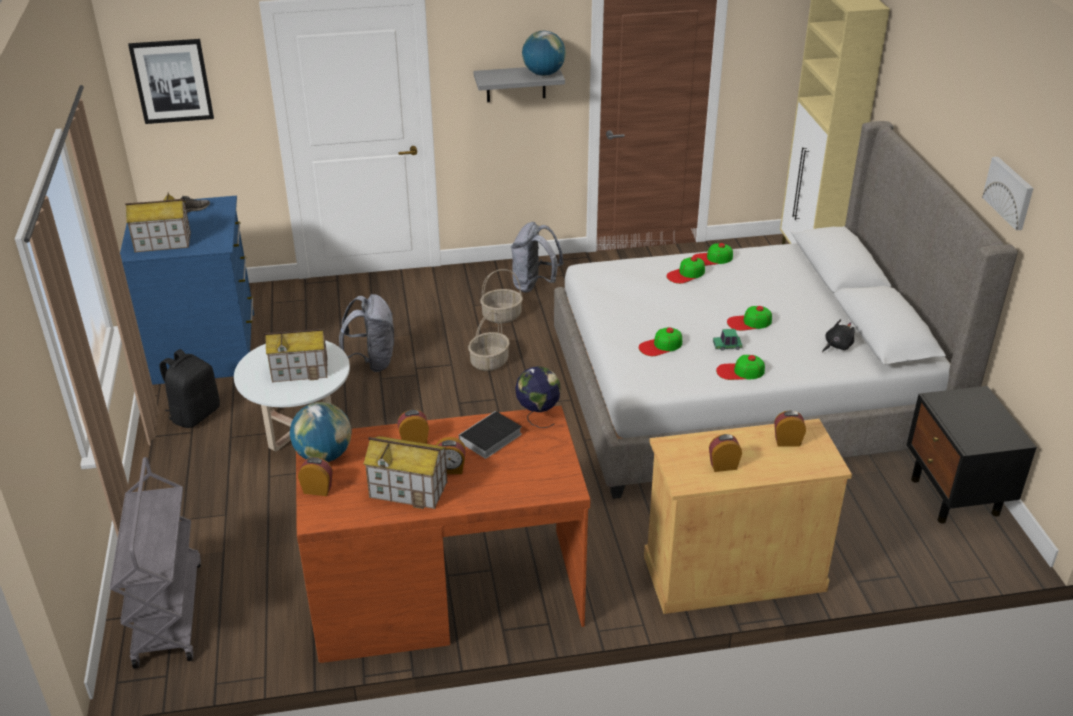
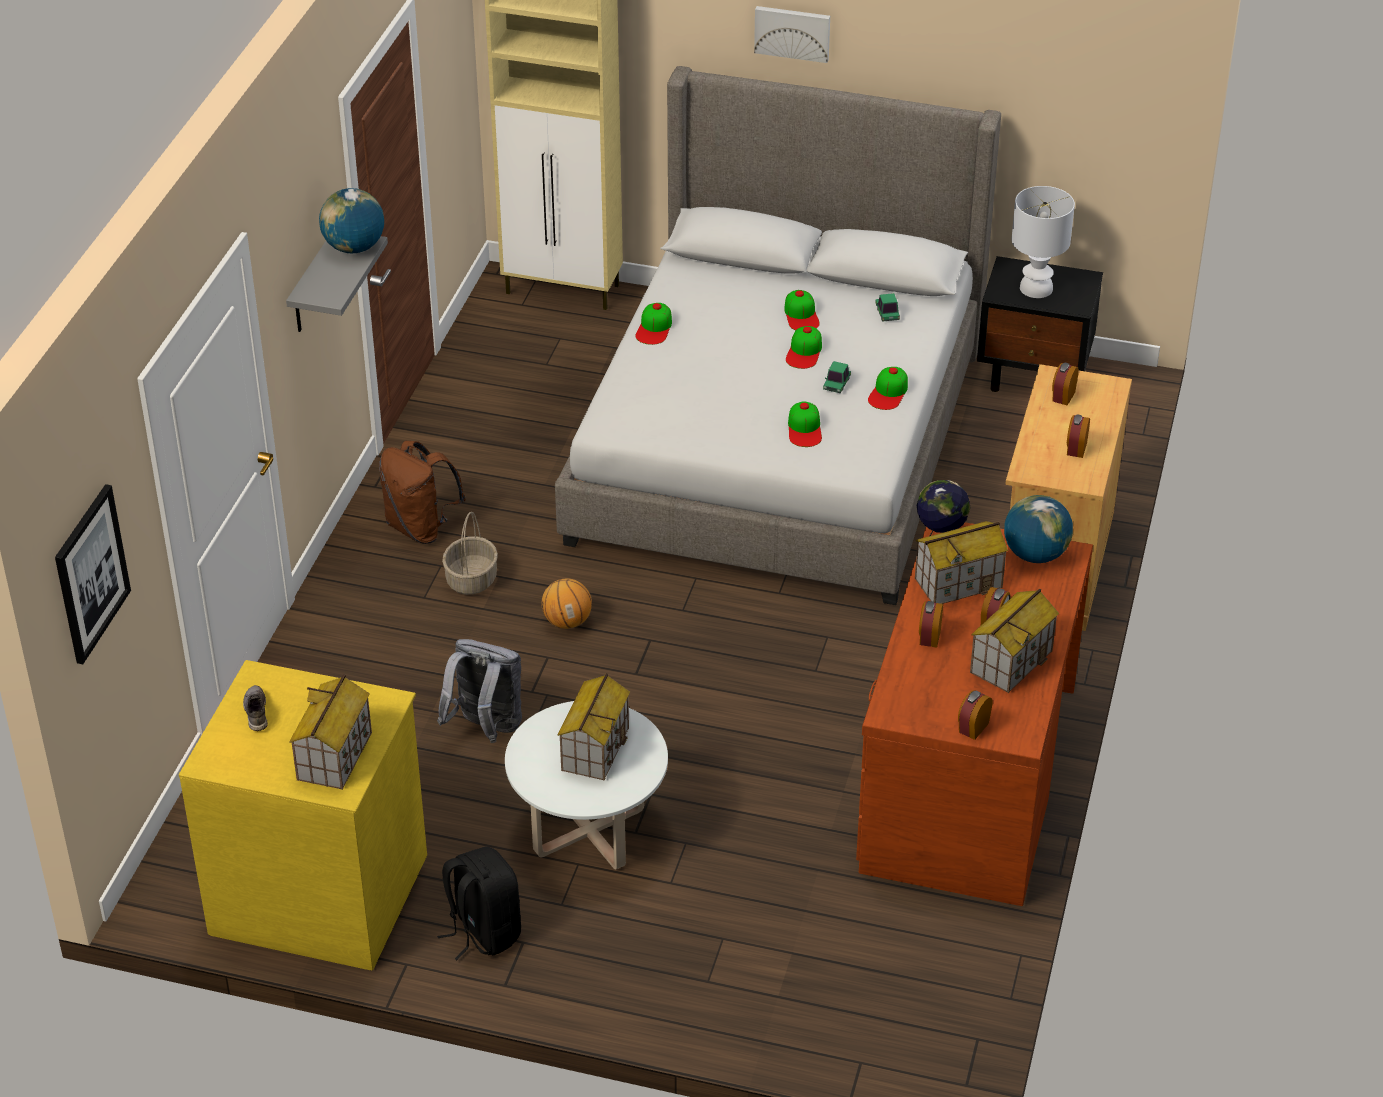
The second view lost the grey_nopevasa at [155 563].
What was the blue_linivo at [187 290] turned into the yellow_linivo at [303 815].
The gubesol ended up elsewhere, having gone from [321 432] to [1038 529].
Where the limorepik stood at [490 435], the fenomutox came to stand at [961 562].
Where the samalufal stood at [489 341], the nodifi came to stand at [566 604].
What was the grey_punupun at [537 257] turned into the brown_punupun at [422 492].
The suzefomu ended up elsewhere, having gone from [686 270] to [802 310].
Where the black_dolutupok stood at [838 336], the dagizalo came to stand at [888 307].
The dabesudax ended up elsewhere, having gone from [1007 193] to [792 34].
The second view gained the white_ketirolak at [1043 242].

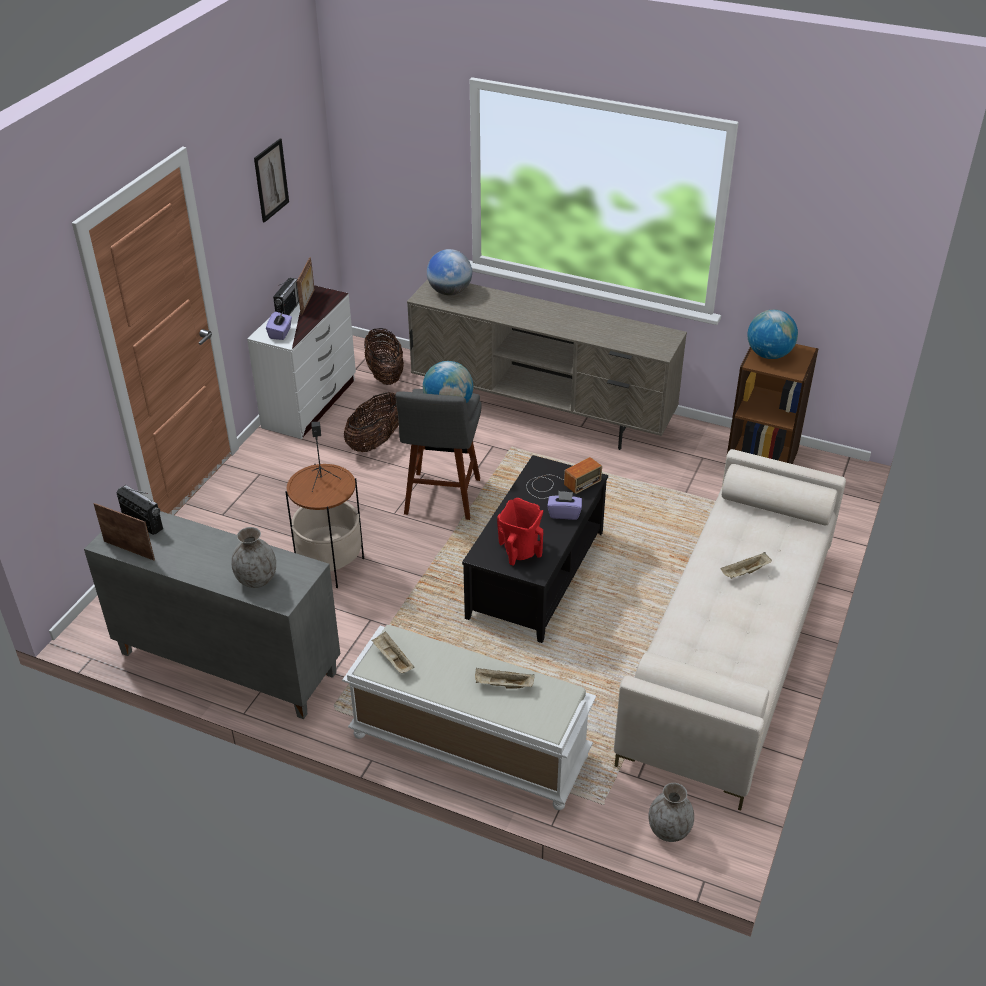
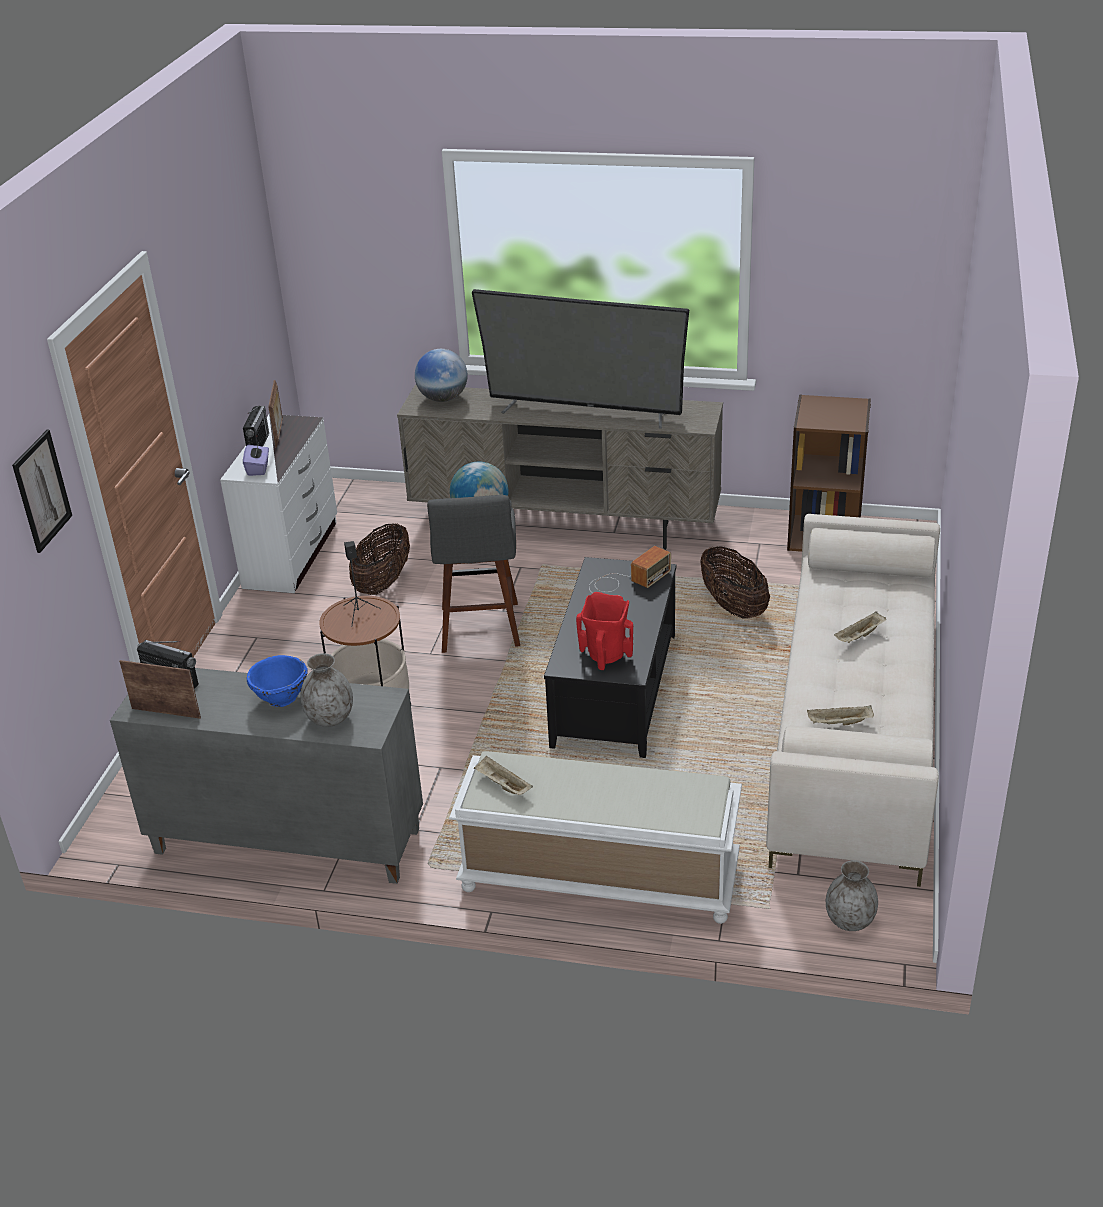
The dabesudax ended up elsewhere, having gone from [271 181] to [42 491].
The samalufal ended up elsewhere, having gone from [384 356] to [735 583].
The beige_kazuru ended up elsewhere, having gone from [504 678] to [840 715].
The second view lost the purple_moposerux at [564 505].
The second view lost the gubesol at [772 334].
The second view gained the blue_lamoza at [277 681].
The second view gained the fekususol at [580 359].

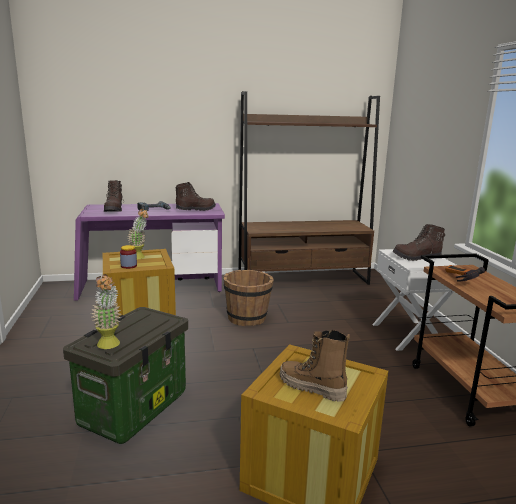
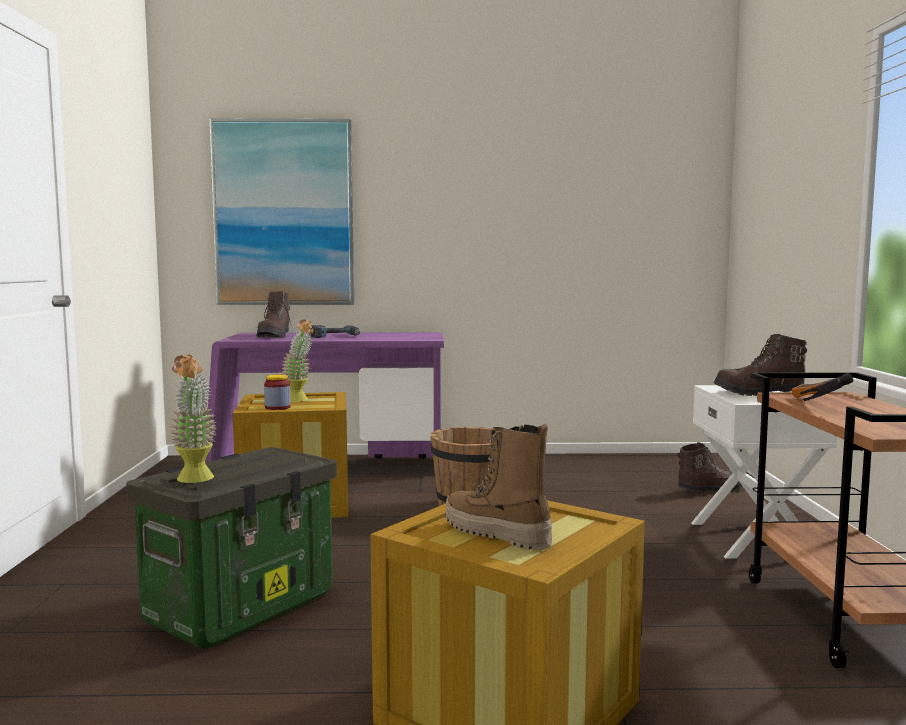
The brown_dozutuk ended up elsewhere, having gone from [195 196] to [709 467].
The second view lost the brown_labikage at [309 188].
The second view gained the dabesudax at [281 211].

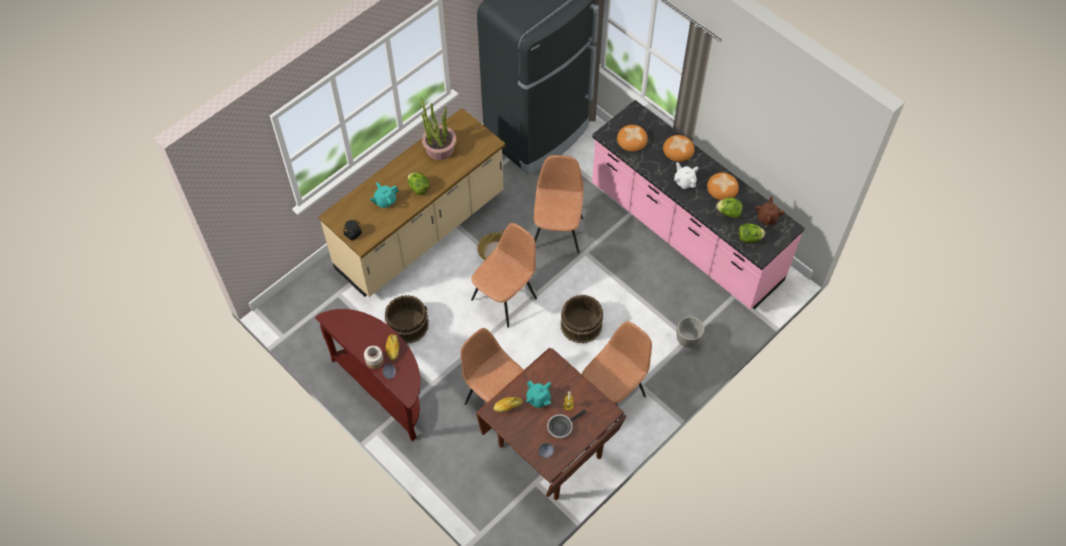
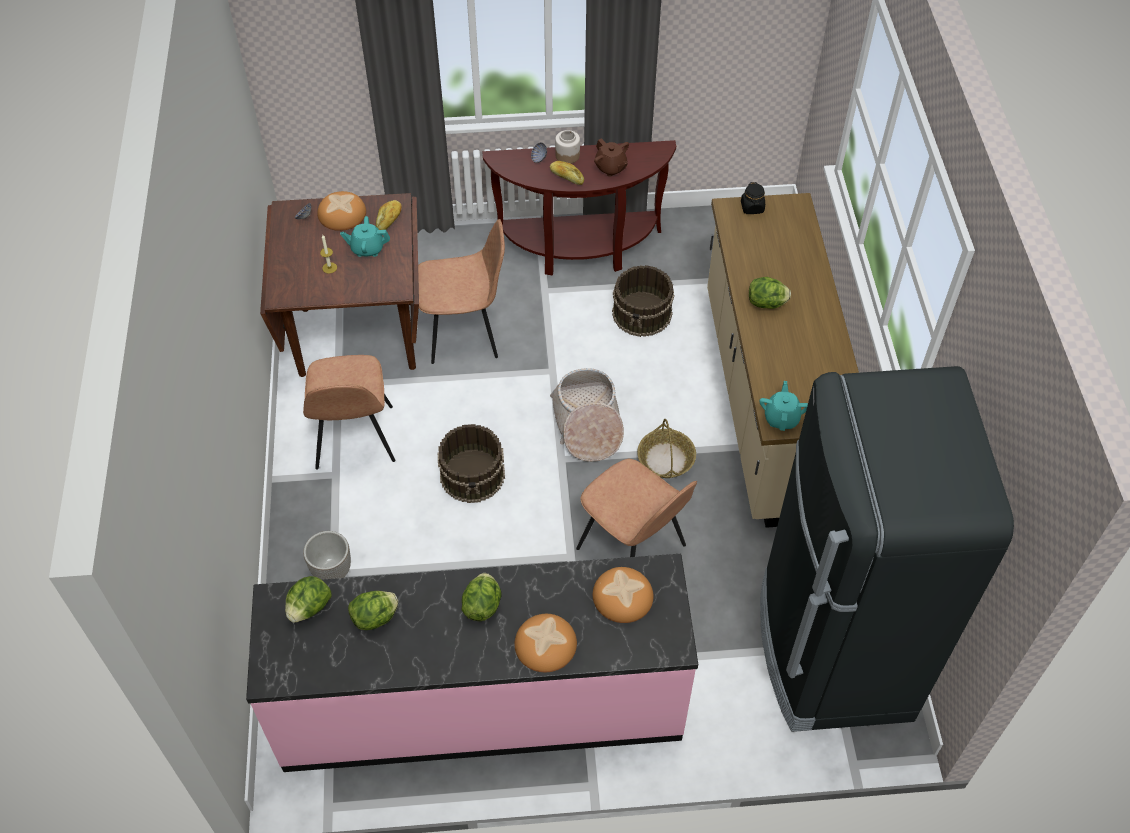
The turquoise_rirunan ended up elsewhere, having gone from [384 195] to [783 406].
The second view lost the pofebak at [438 128].
Where the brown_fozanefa stood at [504 275], the samalufal came to stand at [587 415].
The second view lost the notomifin at [567 424].
Where the white_rirunan stood at [686 175], the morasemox came to stand at [482 597].
The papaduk ended up elsewhere, having gone from [723 186] to [341 211].
The brown_rirunan ended up elsewhere, having gone from [770 211] to [611 157].

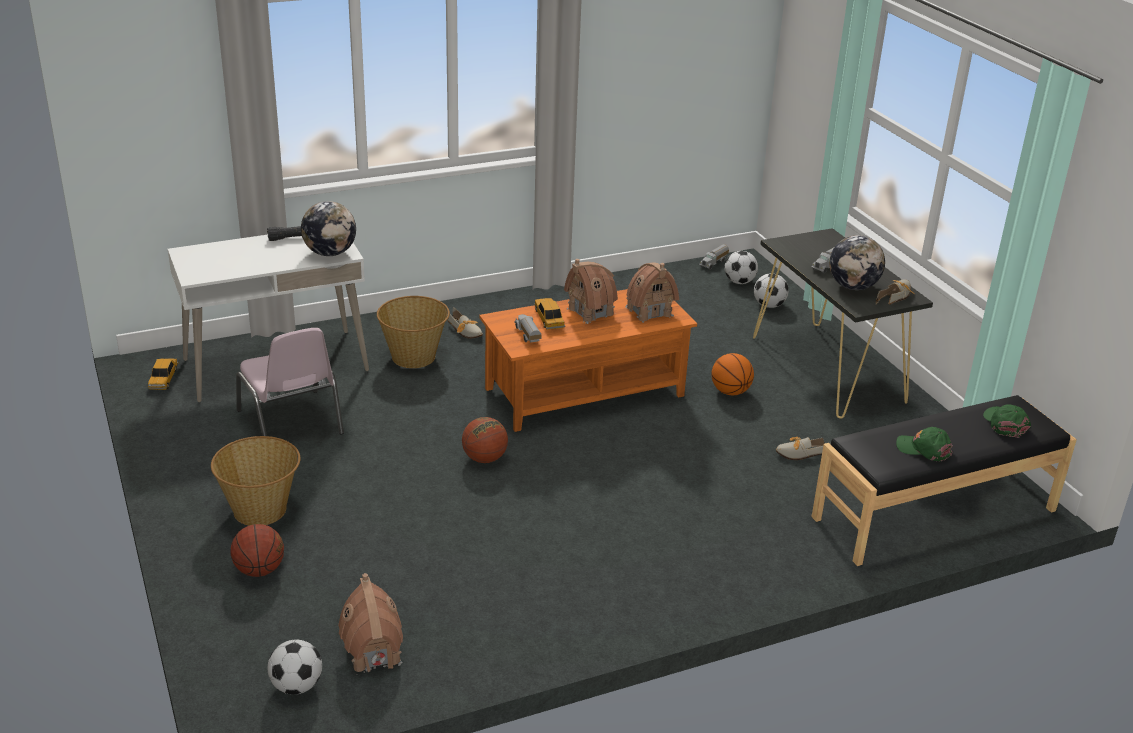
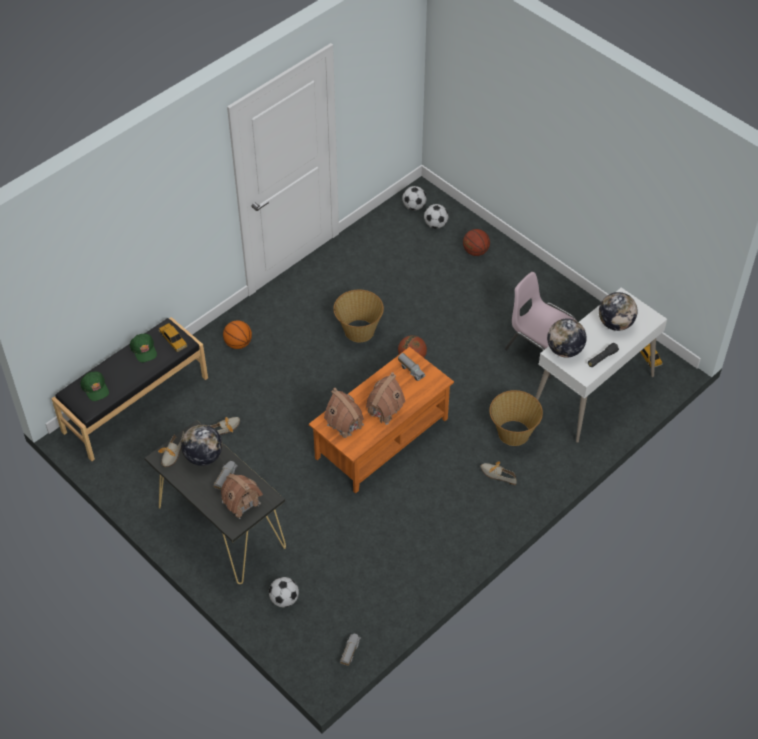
The samalufal ended up elsewhere, having gone from [256 481] to [358 316].
The fenomutox ended up elsewhere, having gone from [370 623] to [242 496].
The dagizalo ended up elsewhere, having gone from [549 314] to [173 337].
The nodifi ended up elsewhere, having gone from [732 374] to [237 334].
The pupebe ended up elsewhere, having gone from [741 267] to [436 216].
The green_suzefomu at [924 444] ended up facing another way, 60 degrees clockwise from before.
The second view gained the gubesol at [618 311].

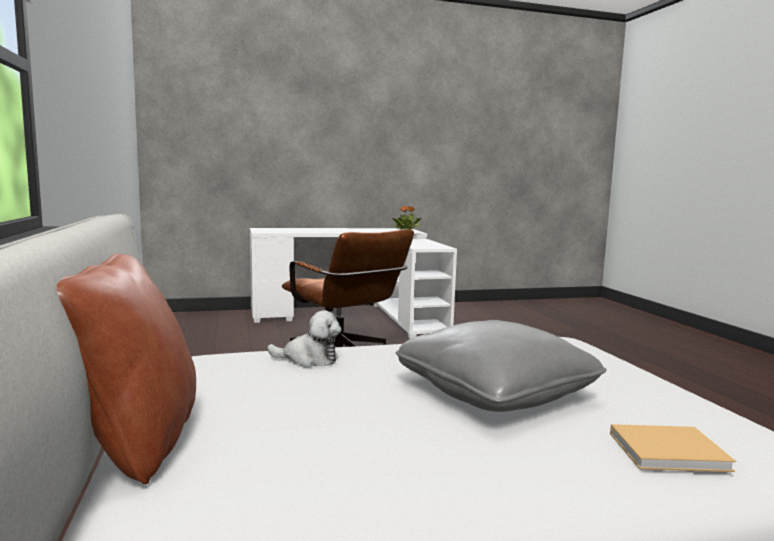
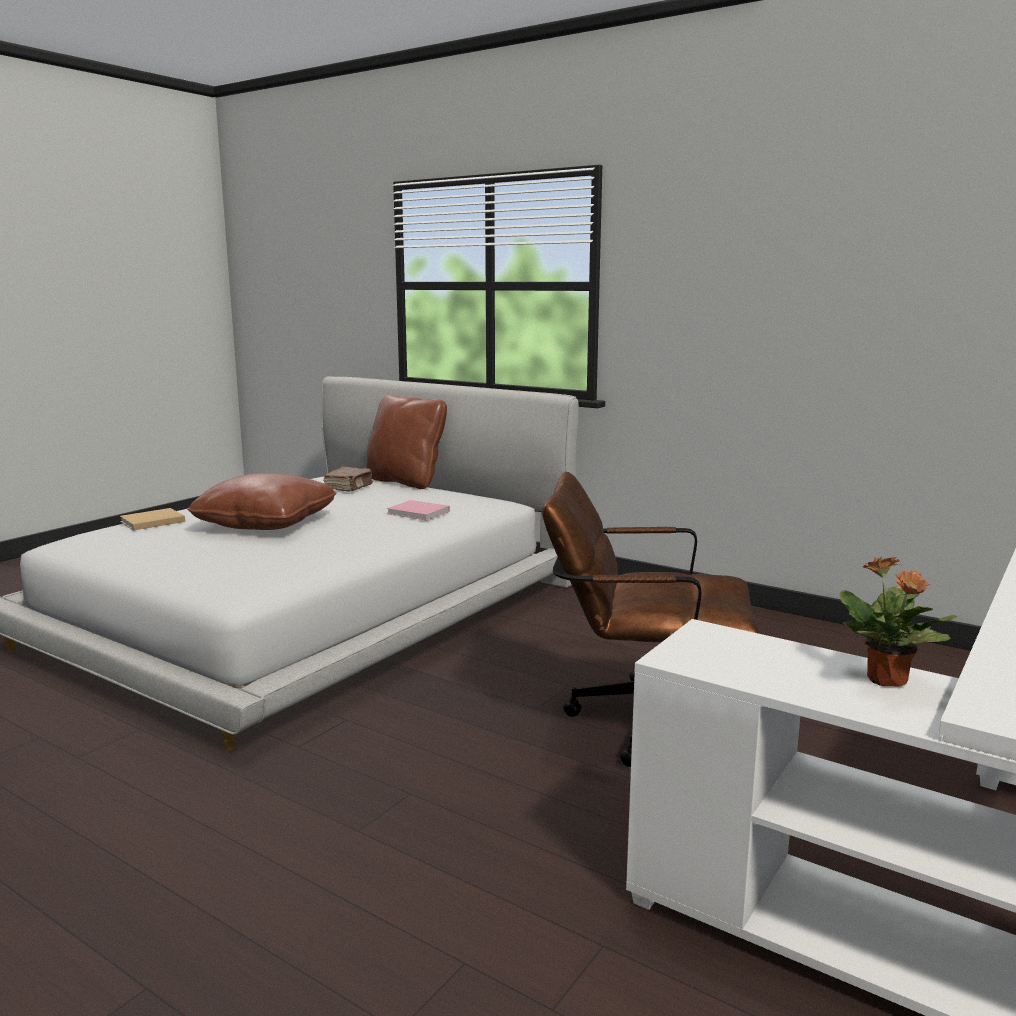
Where the dolutupok stood at [304 338], the pink_limorepik came to stand at [418 510].
What was the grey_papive at [501 366] turned into the brown_papive at [261 501].
The second view gained the brown_limorepik at [348 479].

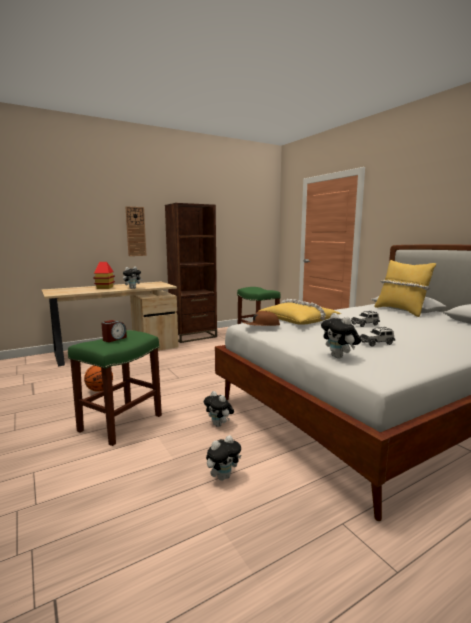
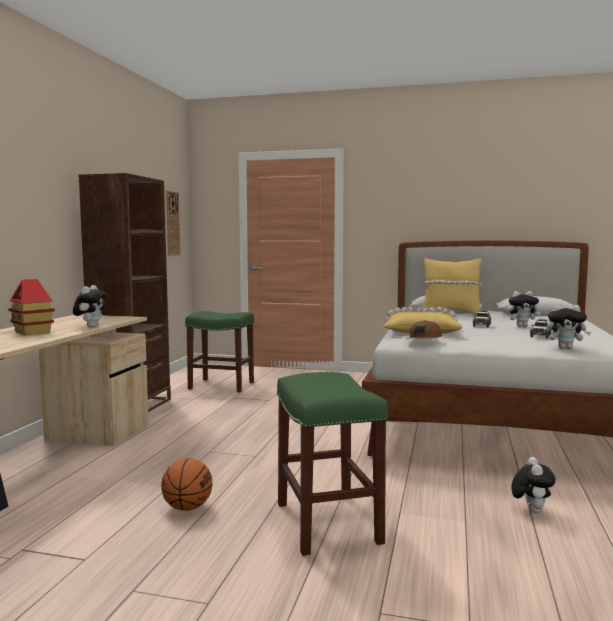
The second view lost the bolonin at [114 331].
The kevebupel ended up elsewhere, having gone from [136 231] to [173 223].
The dolutupok ended up elsewhere, having gone from [219 409] to [524 309].

